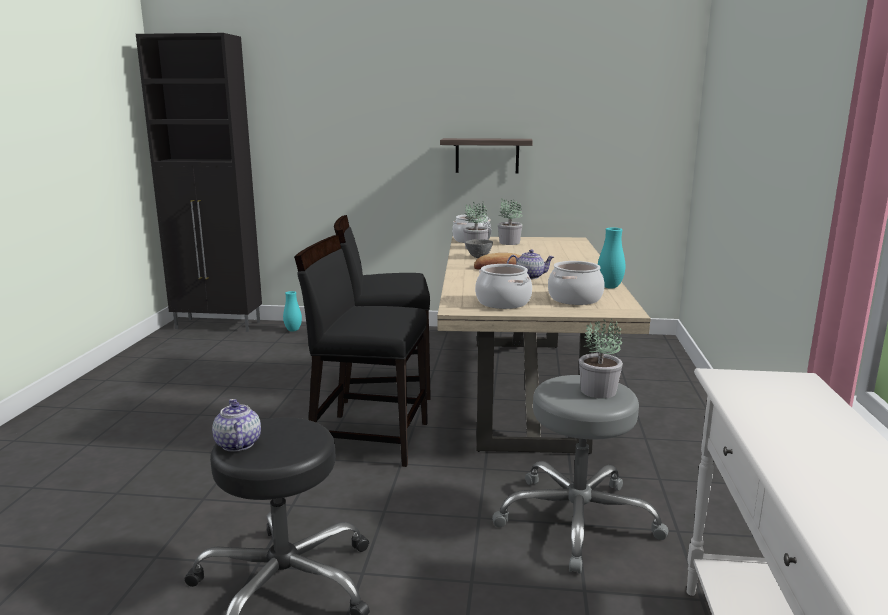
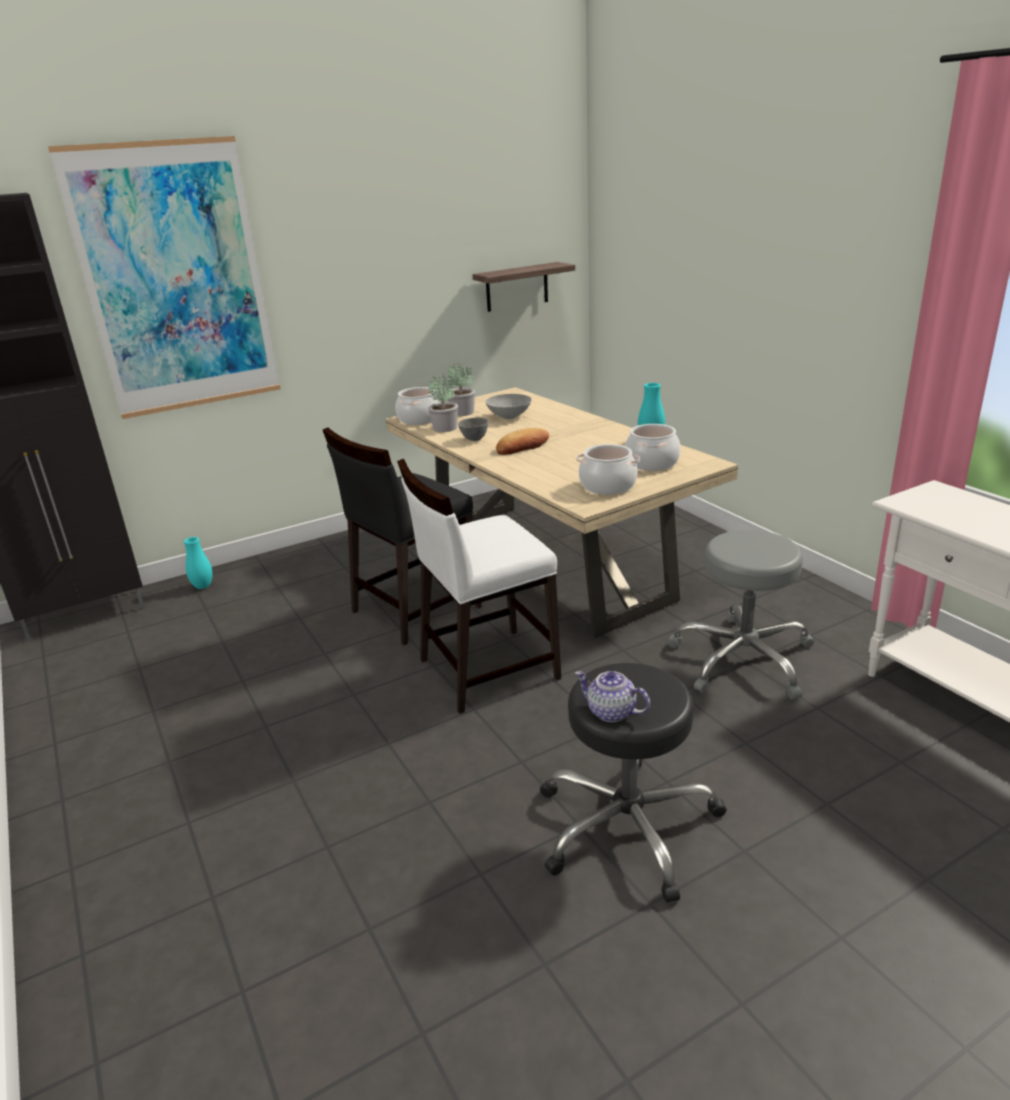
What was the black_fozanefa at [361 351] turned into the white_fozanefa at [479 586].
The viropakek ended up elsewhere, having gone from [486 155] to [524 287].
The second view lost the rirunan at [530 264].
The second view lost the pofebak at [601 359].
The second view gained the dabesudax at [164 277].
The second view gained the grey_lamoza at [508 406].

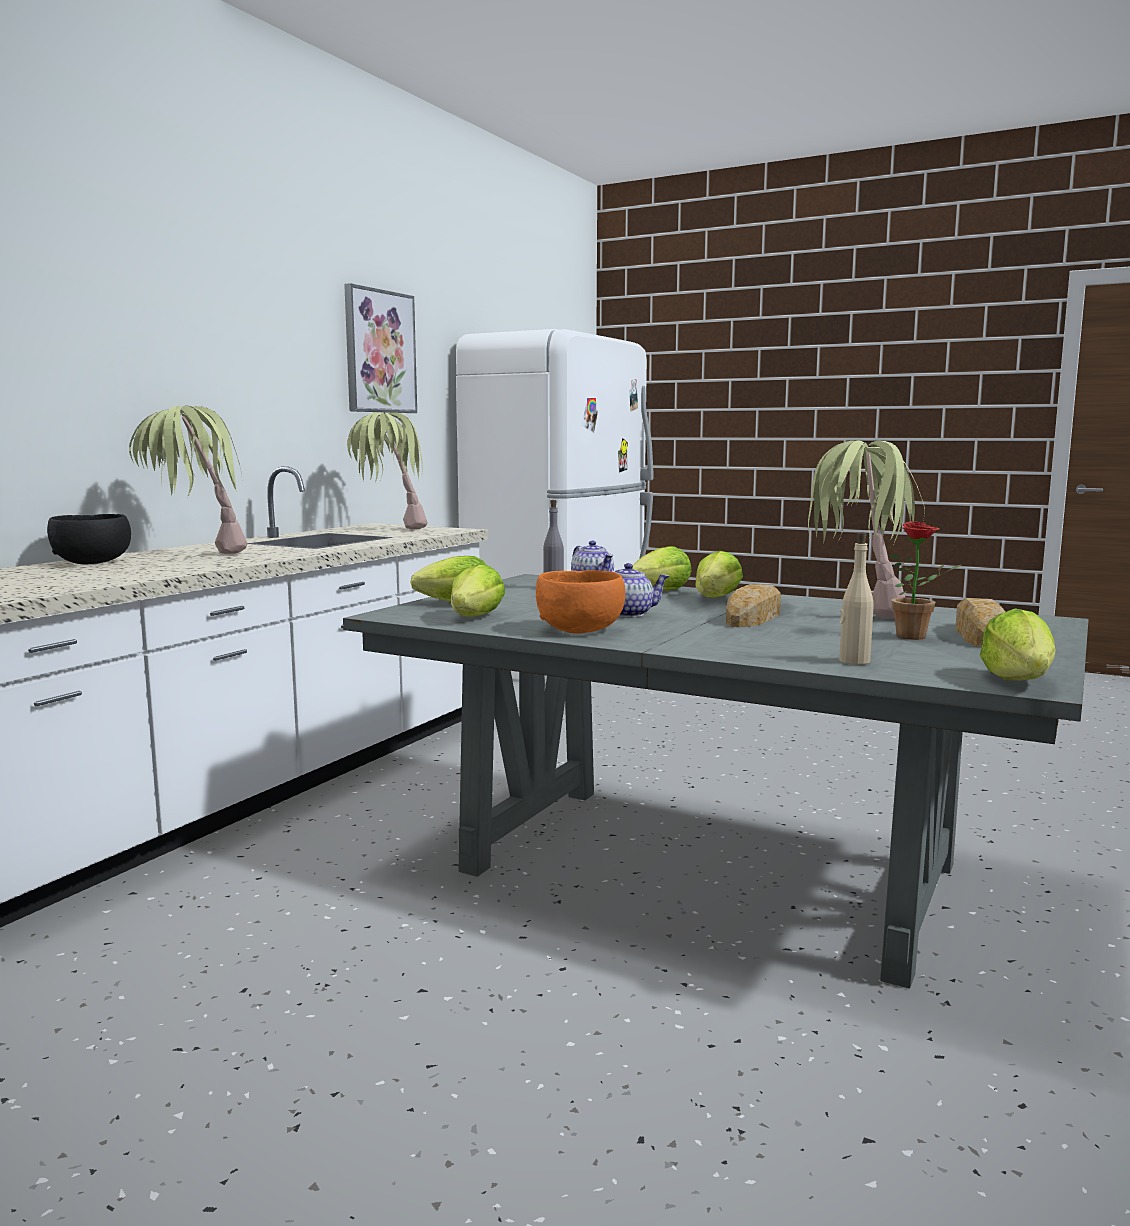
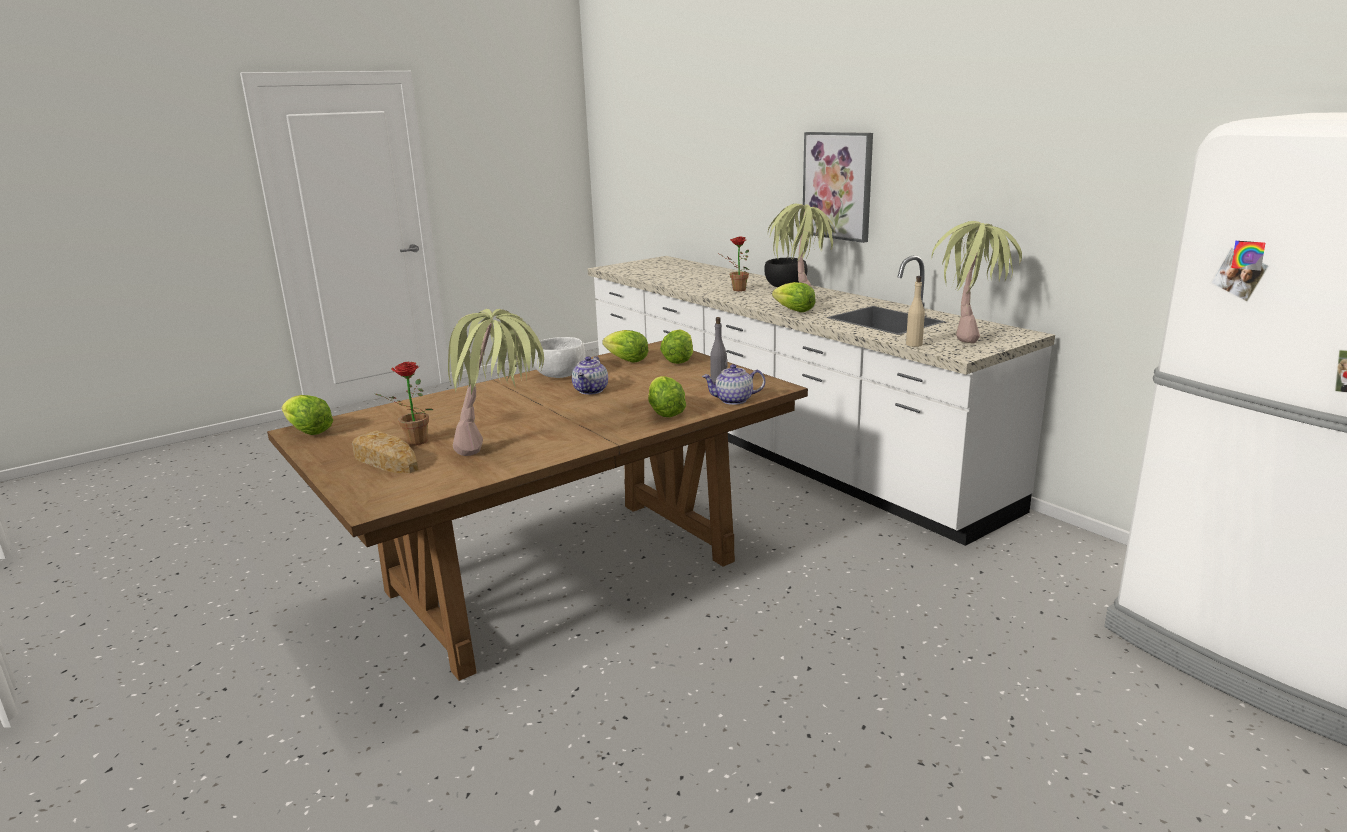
What was the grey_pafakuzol at [716 781] turned into the brown_pafakuzol at [537 511].
The dabesudax ended up elsewhere, having gone from [380 348] to [838 187].
What was the orange_lamoza at [580 602] turned into the white_lamoza at [560 357].
The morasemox ended up elsewhere, having gone from [719 574] to [793 297].
The second view lost the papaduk at [753 605].
The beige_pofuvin ended up elsewhere, having gone from [856 598] to [915 311].
The second view gained the pofebak at [734 263].

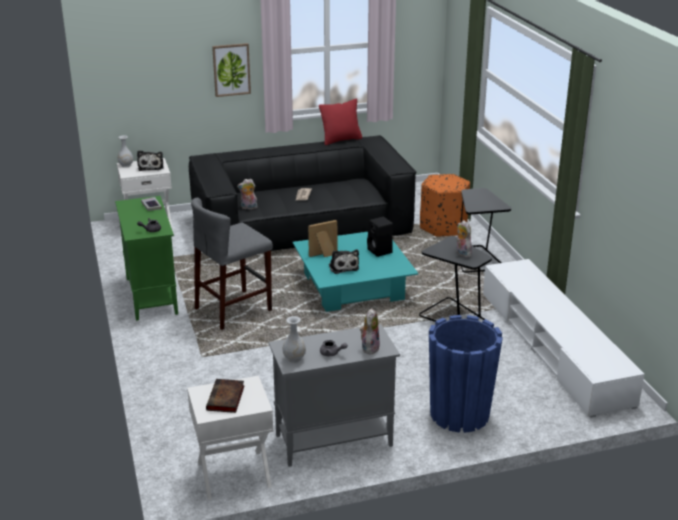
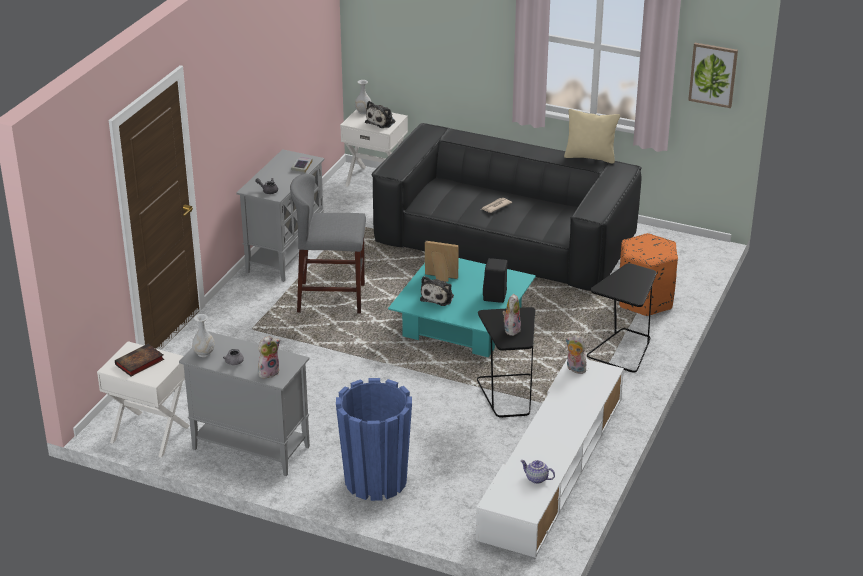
What was the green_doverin at [146 258] turned into the grey_doverin at [280 215].
The dabesudax ended up elsewhere, having gone from [231 70] to [713 75].
The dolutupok ended up elsewhere, having gone from [247 194] to [575 354].
What was the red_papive at [340 122] turned into the beige_papive at [592 136].
The second view gained the rirunan at [537 472].

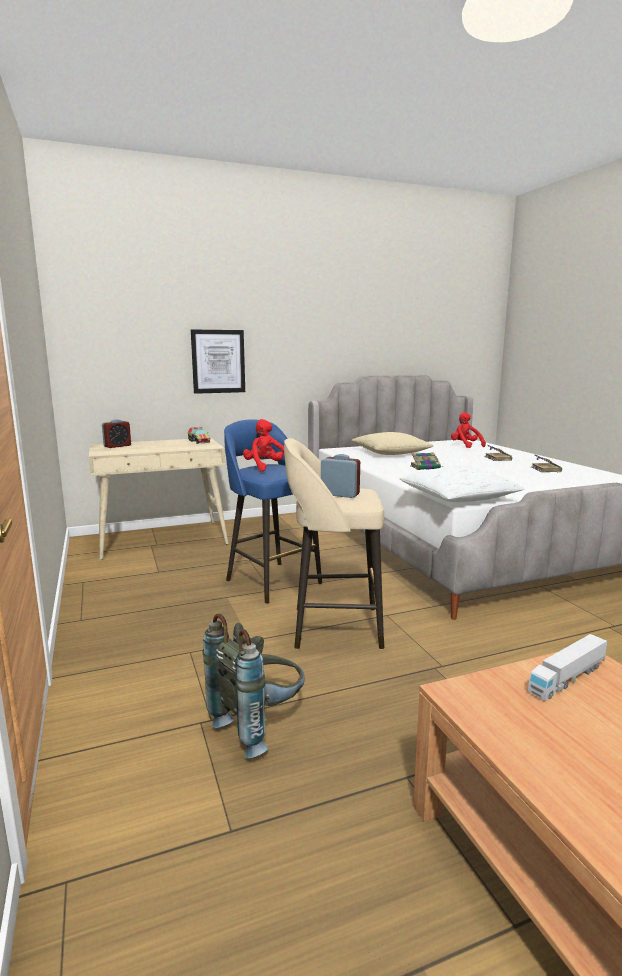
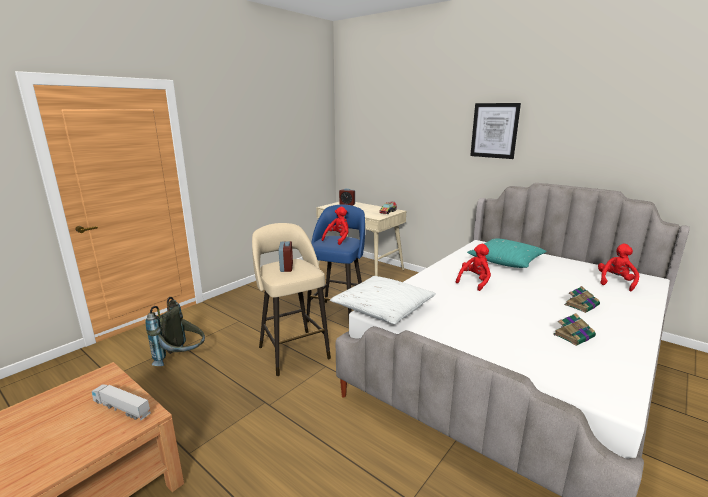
The dabesudax ended up elsewhere, having gone from [218 361] to [495 131].
What was the beige_papive at [392 443] turned into the turquoise_papive at [507 253].
Where the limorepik stood at [426 461], the red_dolutupok came to stand at [473 267].

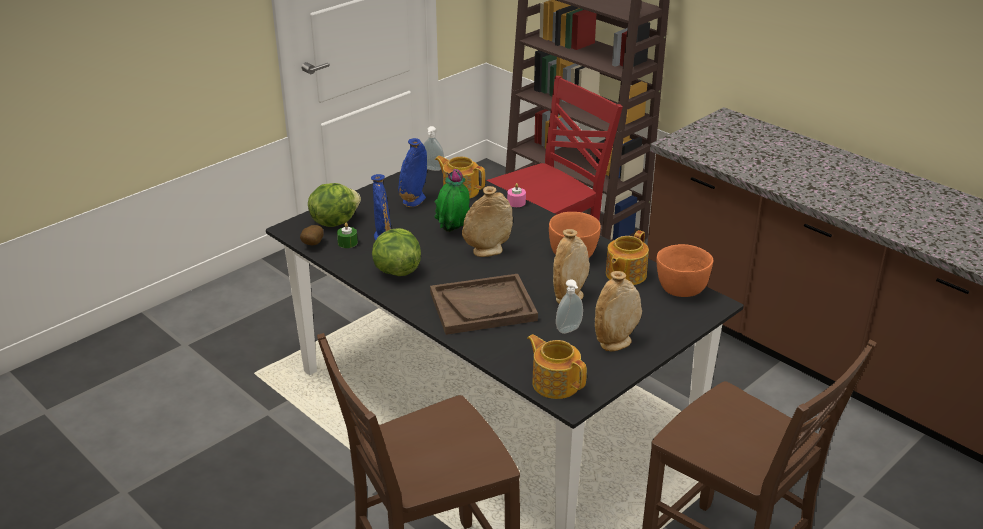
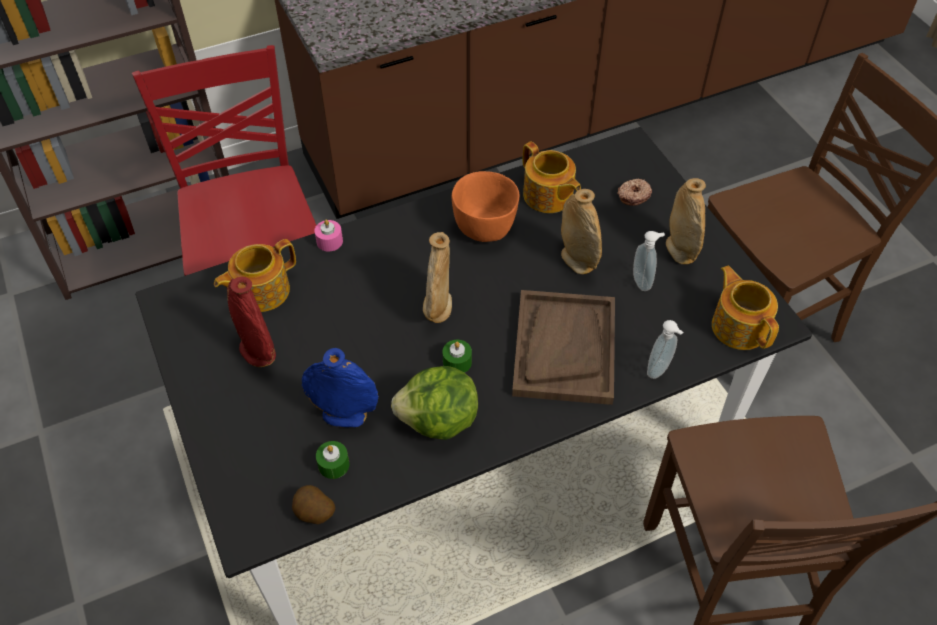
The second view lost the morasemox at [334 205].
What was the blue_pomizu at [412 172] turned into the red_pomizu at [251 322].
The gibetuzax ended up elsewhere, having gone from [433 148] to [665 349].
The second view lost the pofebak at [452 200].
The rirunan at [557 366] ended up facing another way, 90 degrees clockwise from before.
The second view lost the orange_lamoza at [684 270].
The second view gained the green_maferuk at [457 356].
The second view gained the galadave at [634 192].

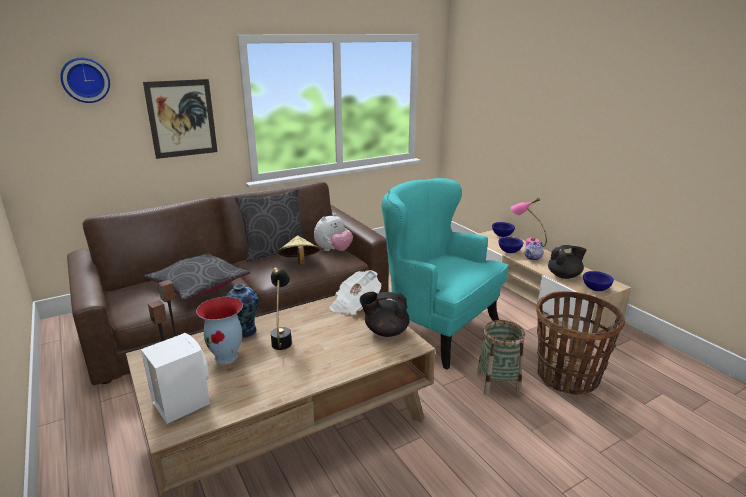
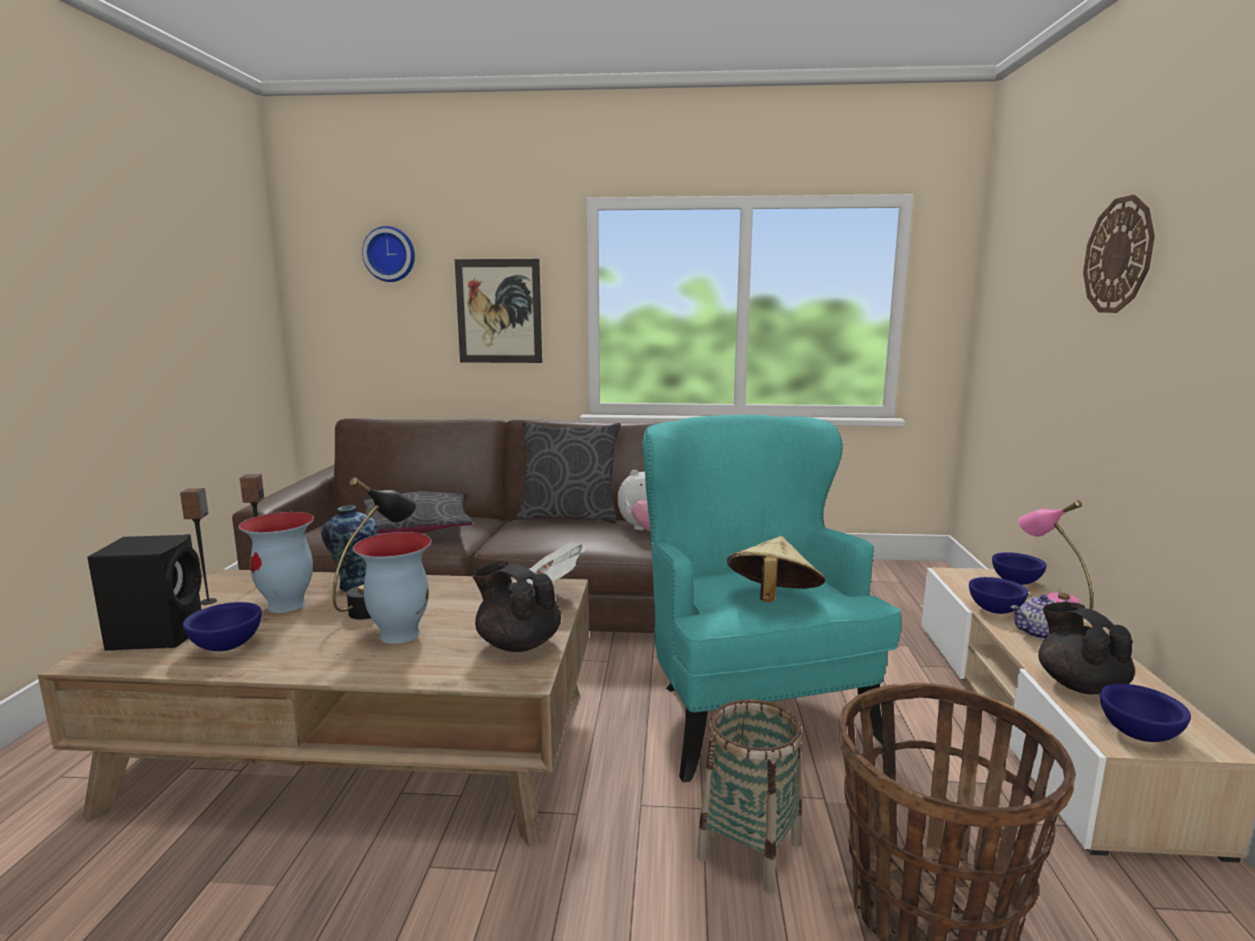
What was the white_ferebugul at [175 378] turned into the black_ferebugul at [144 592].
The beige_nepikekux ended up elsewhere, having gone from [299 250] to [776 569].
The black_rirunan at [567 262] ended up facing another way, 120 degrees counterclockwise from before.
The second view gained the blue_lamoza at [222 626].
The second view gained the pomizu at [392 588].
The second view gained the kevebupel at [1119 254].

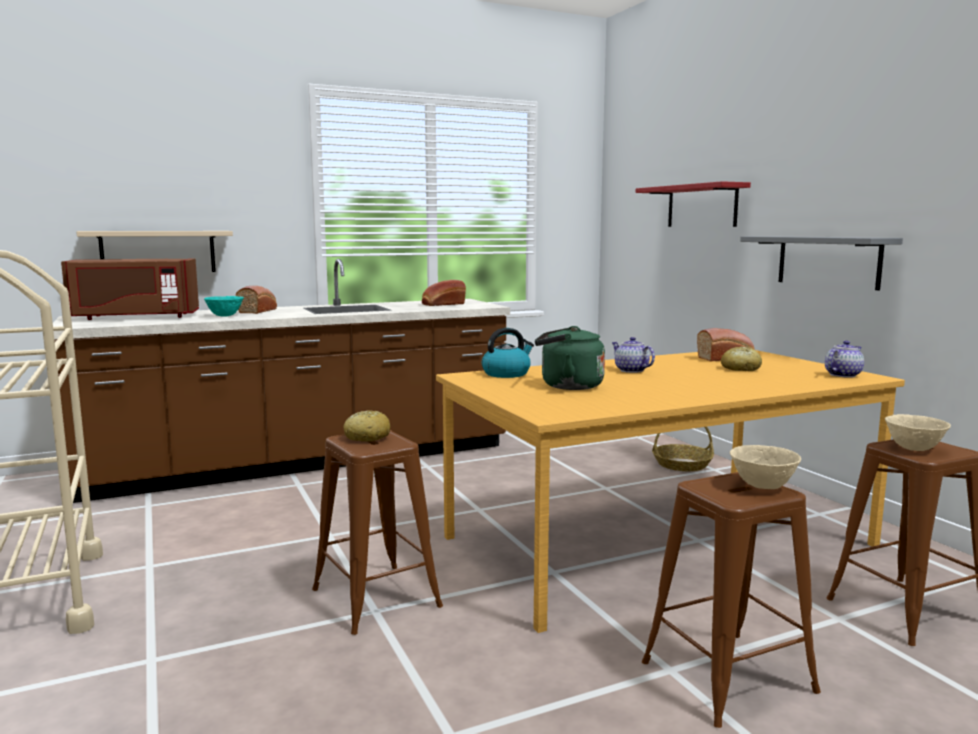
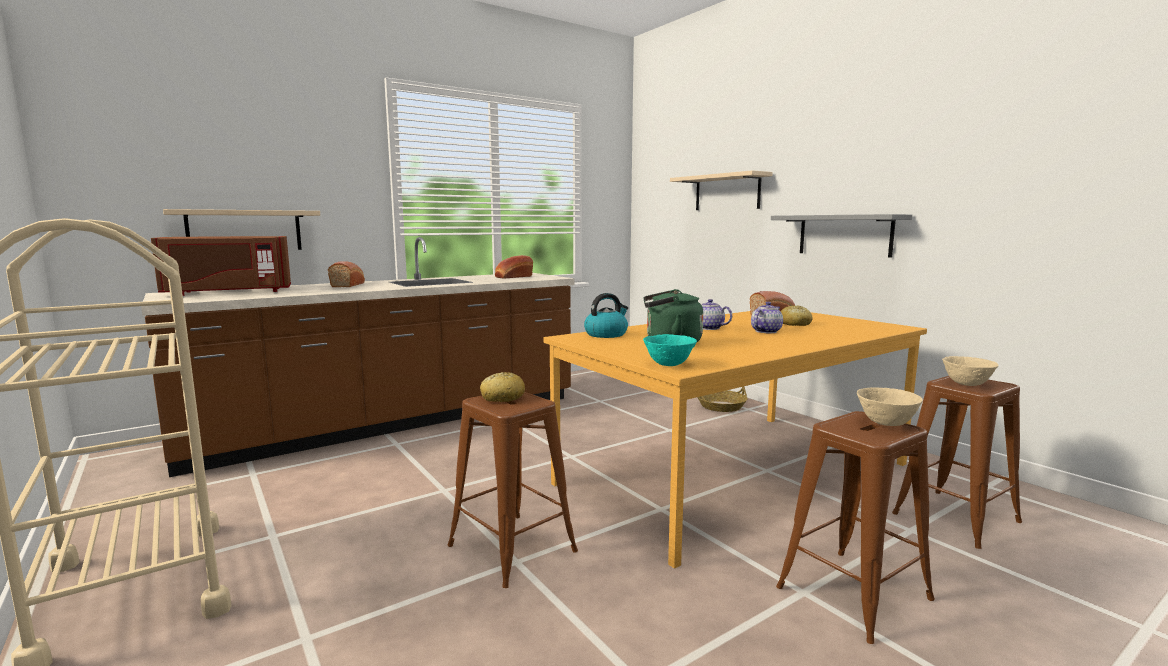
The turquoise_lamoza ended up elsewhere, having gone from [224 306] to [670 350].
What was the red_viropakek at [693 204] turned into the beige_viropakek at [721 190].
The rirunan ended up elsewhere, having gone from [844 359] to [767 317].

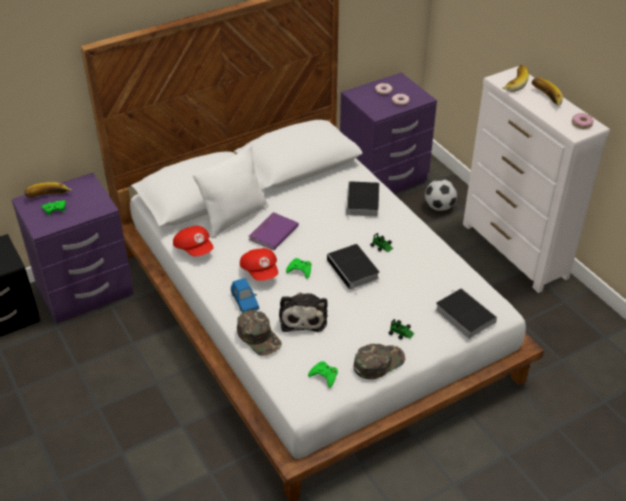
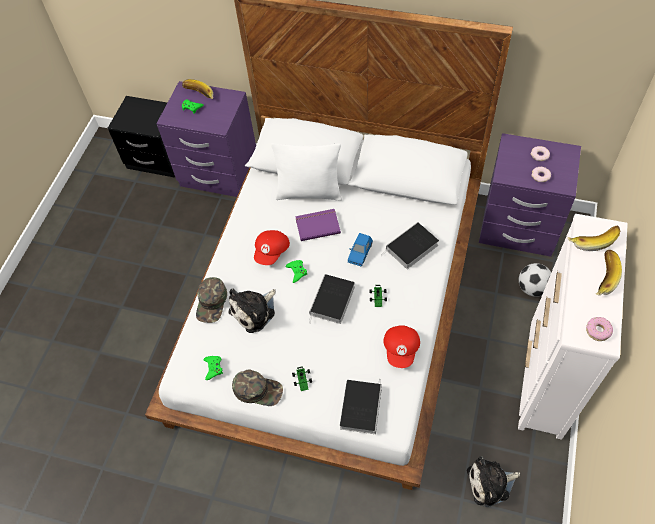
The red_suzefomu ended up elsewhere, having gone from [193 241] to [401 346].
The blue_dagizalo ended up elsewhere, having gone from [245 295] to [360 249].
The second view gained the dolutupok at [493 481].

